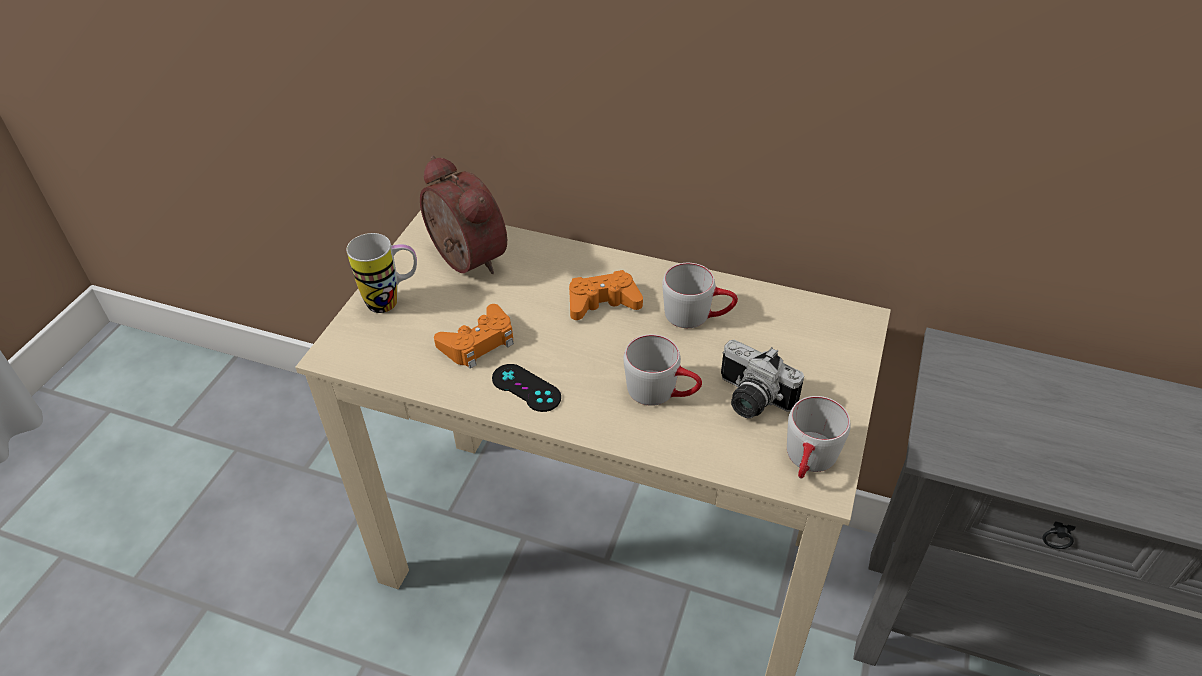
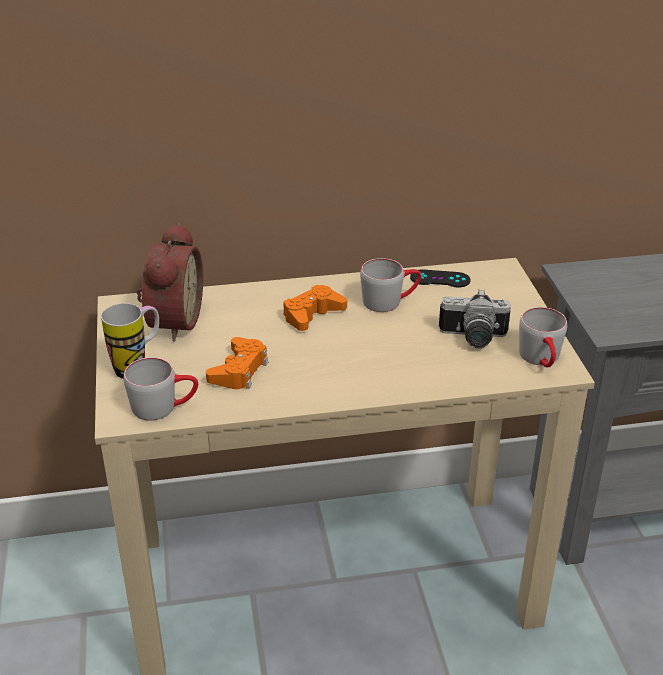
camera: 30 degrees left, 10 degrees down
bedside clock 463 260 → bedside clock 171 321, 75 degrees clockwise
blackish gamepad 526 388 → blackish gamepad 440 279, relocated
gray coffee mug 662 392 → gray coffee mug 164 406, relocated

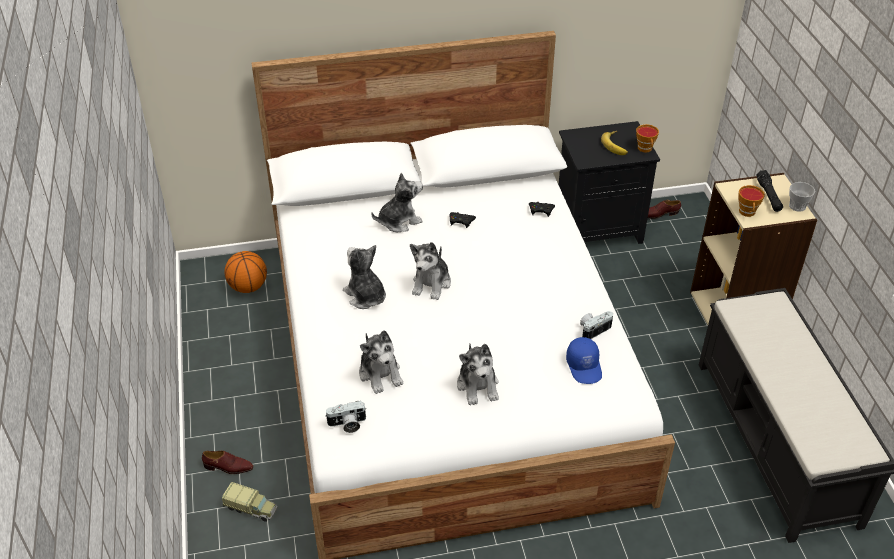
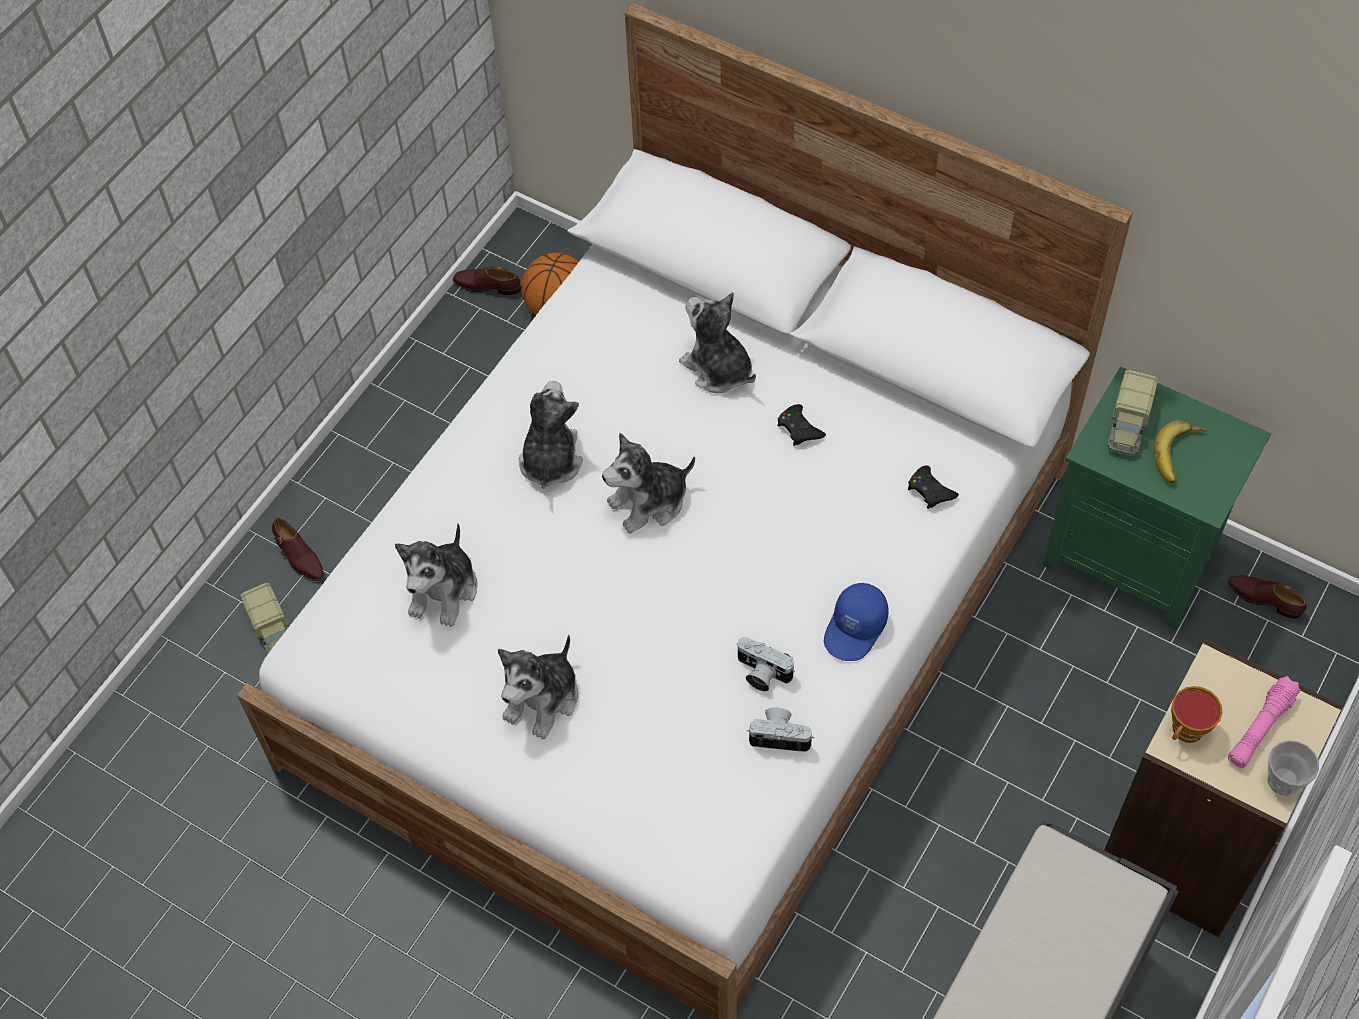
camera: 45 degrees right, 15 degrees up
still camera 347 424 → still camera 761 673, relocated
plush toy 399 221 → plush toy 718 369, 150 degrees counterclockwise
blackish nightstand 598 228 → green nightstand 1135 555
blue-coloured peaked cap 584 366 → blue-coloured peaked cap 856 629, relocated
cup 645 149 → -
blackish torch 768 195 → pink torch 1260 728
- → brown-coloured low shoe 487 285
- → toy truck 1128 423

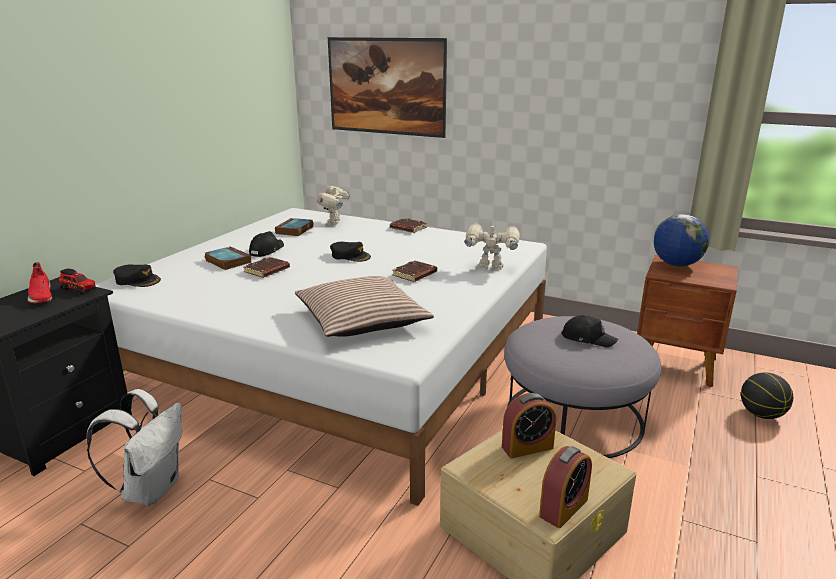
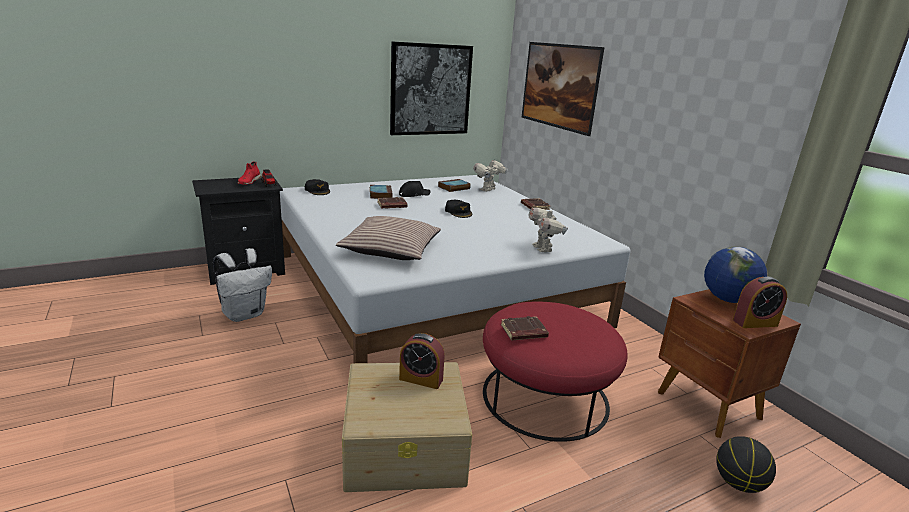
camera: 35 degrees right, 0 degrees up
brown-coloured volume 415 275 → brown-coloured volume 523 332, relocated
toy robot 490 268 → toy robot 543 249, 150 degrees counterclockwise
gray pouffe 573 417 → red-coloured pouffe 545 397
bedside clock 563 508 → bedside clock 755 323, relocated
blackish peaked cap 588 338 → -
- → picture 430 90

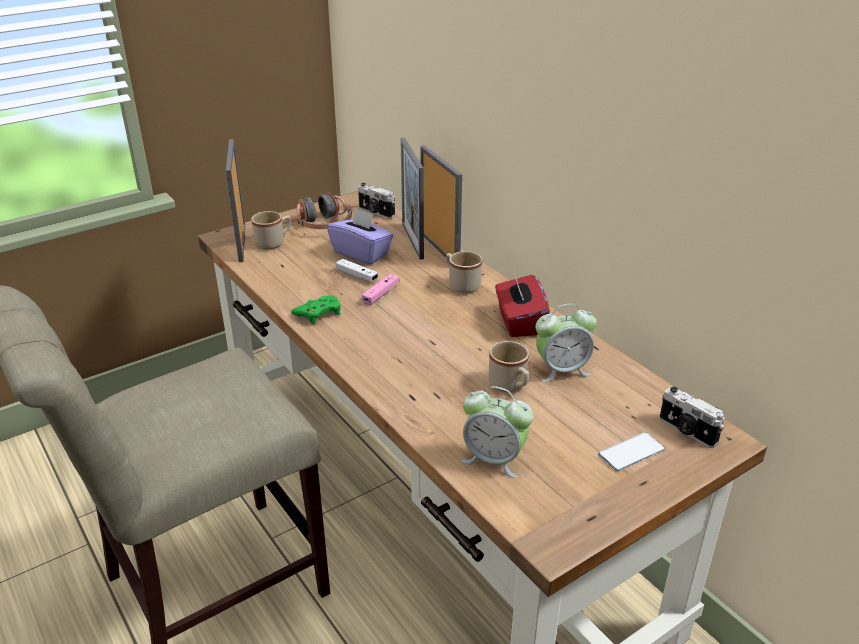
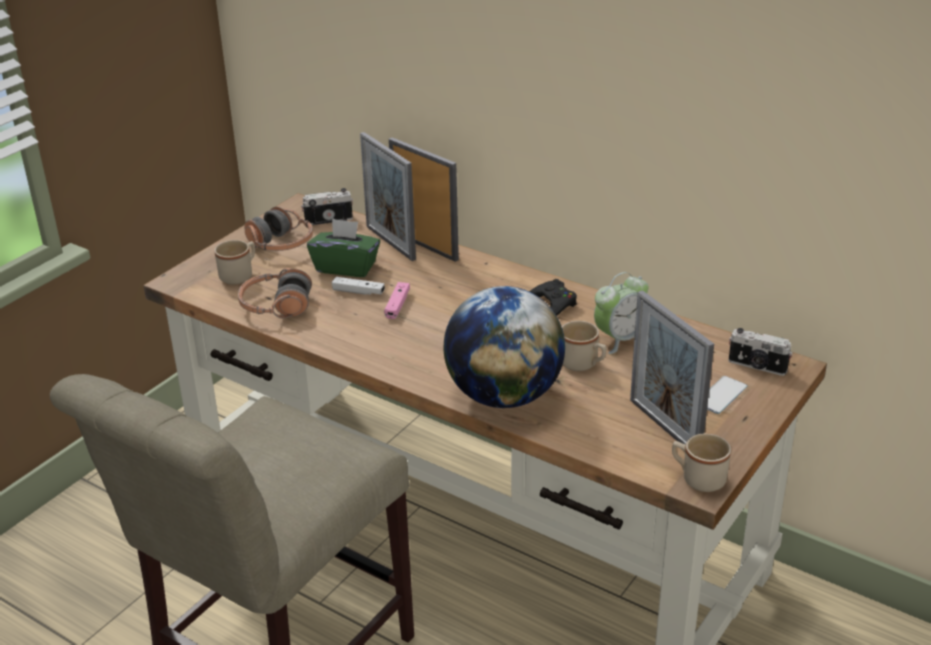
camera: 20 degrees left, 0 degrees up
photo frame 242 243 → photo frame 664 427, relocated
green gamepad 318 313 → -
purple-coloured tissue box 361 253 → green tissue box 346 267
still camera 376 212 → still camera 328 219, 150 degrees clockwise
beige-coloured coffee mug 461 284 → beige-coloured coffee mug 697 478, relocated
bedside clock 494 459 → -
red-coloured tissue box 519 322 → blackish gamepad 553 303
- → pair of headphones 276 306
- → world globe 504 396

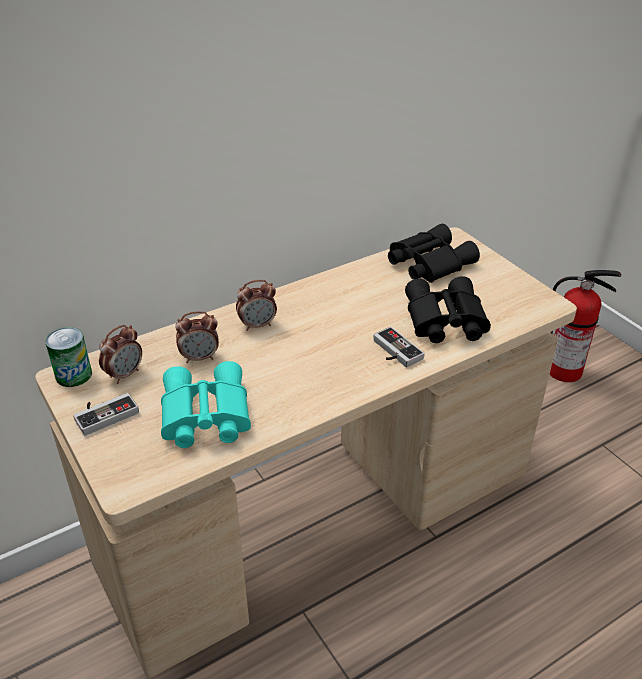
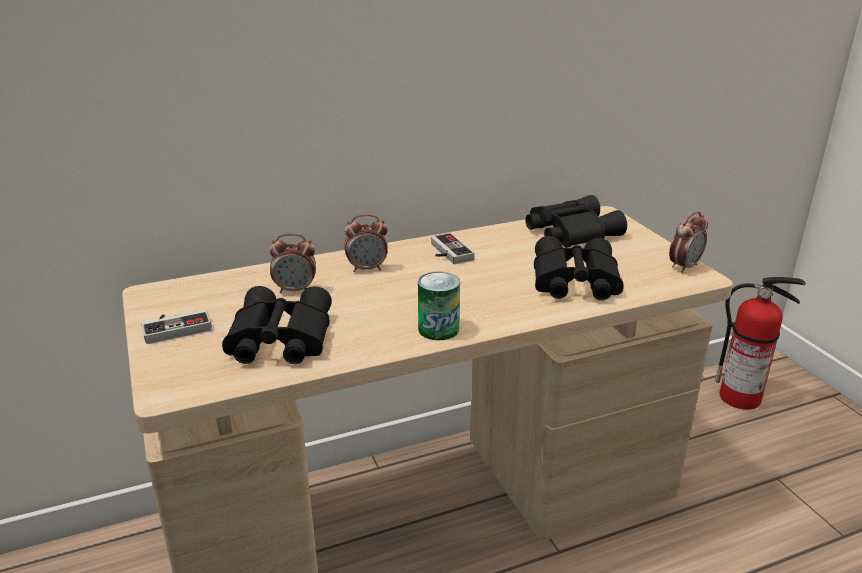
camera: 10 degrees right, 10 degrees down
can 73 375 → can 438 329, relocated
bedside clock 124 374 → bedside clock 684 266, relocated
blue-green pair of binoculars 203 416 → blackish pair of binoculars 277 339
gamepad 393 351 → gamepad 447 252, relocated

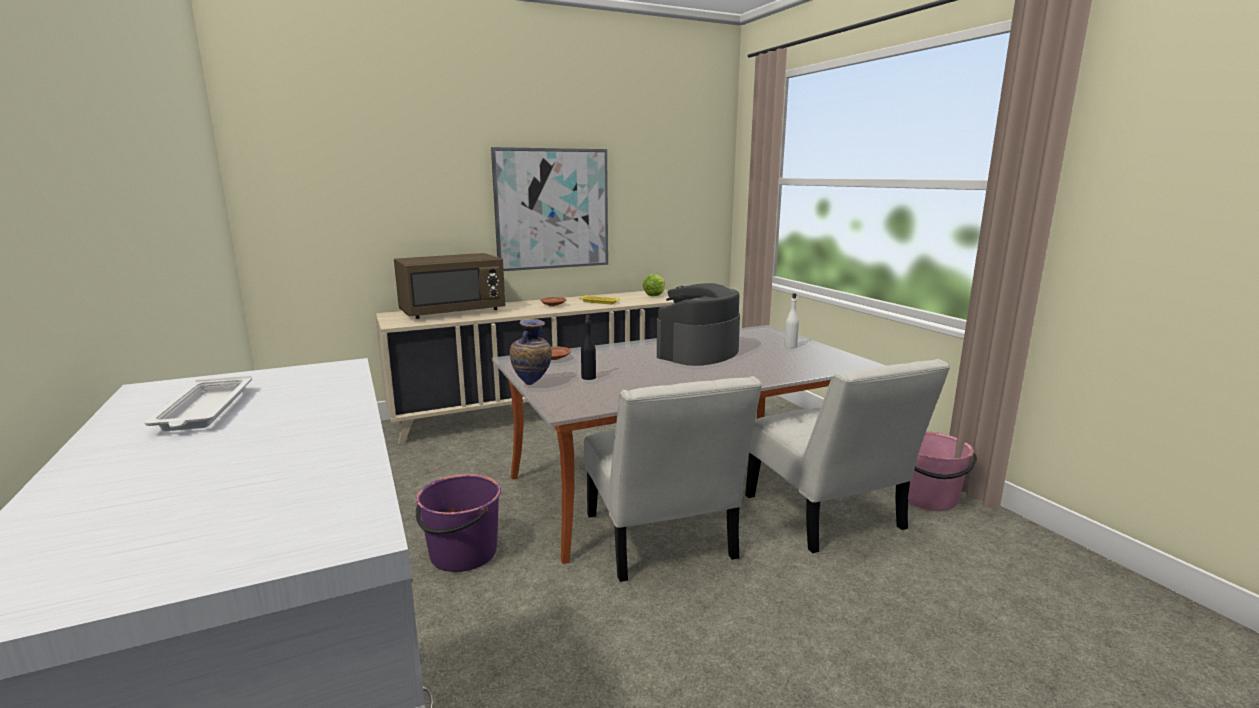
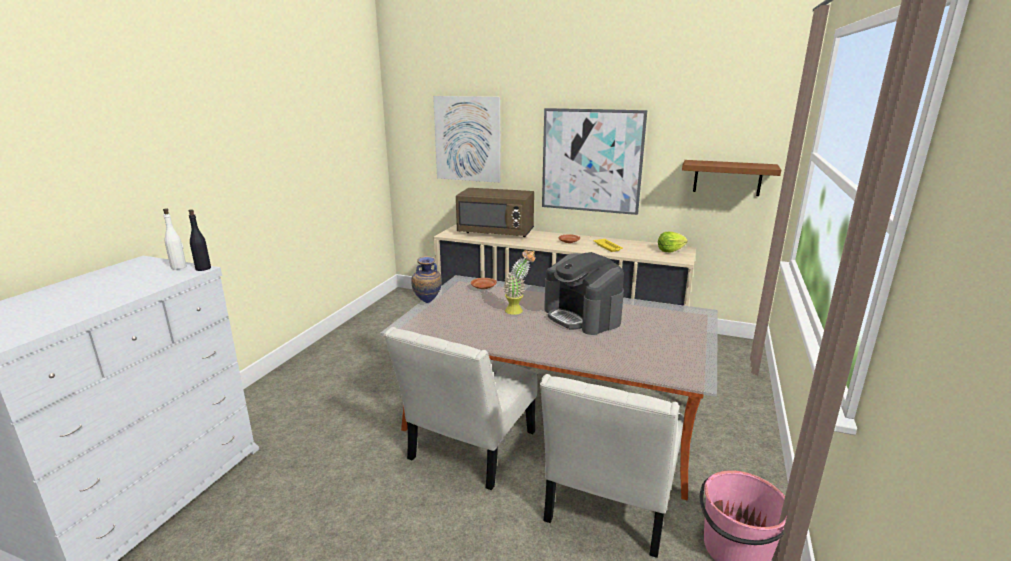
camera: 45 degrees right, 5 degrees up
white serving tray 204 410 → -
purple-coloured pail 462 554 → -
blackish beverage bottle 588 377 → blackish beverage bottle 203 268, relocated
coffee machine 698 353 → coffee machine 582 316, 120 degrees counterclockwise
white beverage bottle 790 346 → white beverage bottle 179 267, relocated
- → picture 467 139
- → potted plant 518 311
- → brown-coloured wall shelf 727 178

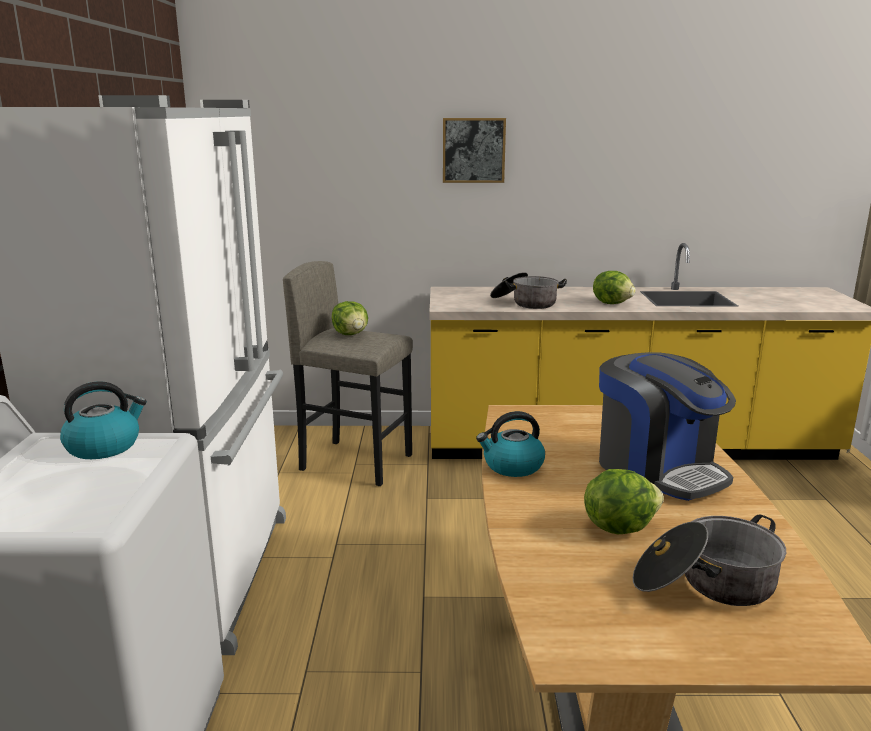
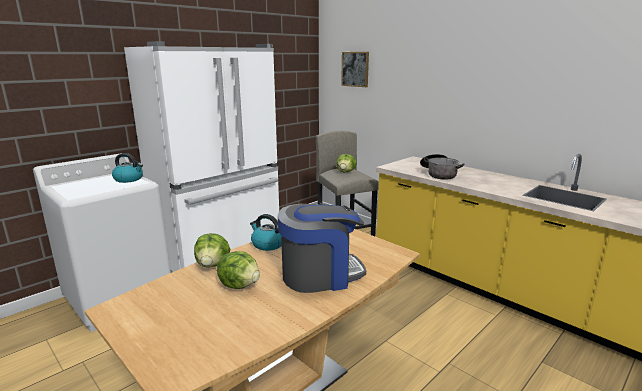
camera: 45 degrees right, 0 degrees up
picture 473 150 → picture 355 69, relocated
lettuce 612 303 → lettuce 213 265, relocated
coffee machine 658 470 → coffee machine 320 275, 120 degrees counterclockwise
cooking pot 705 583 → -

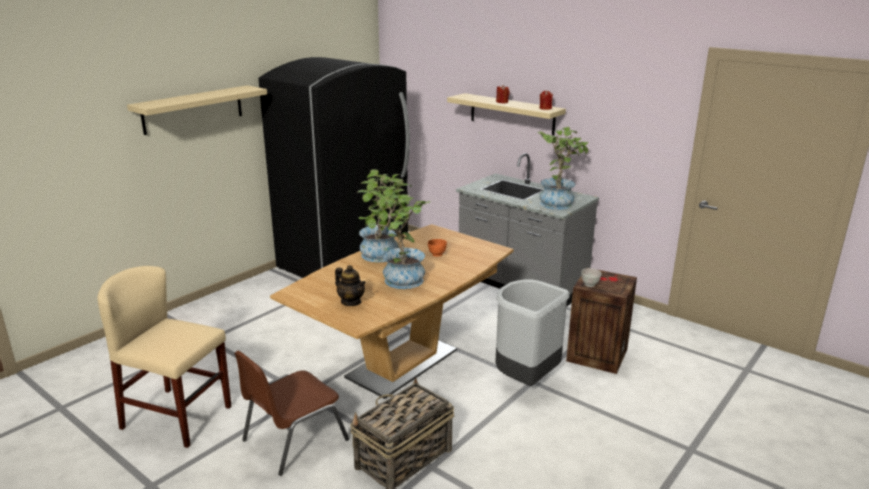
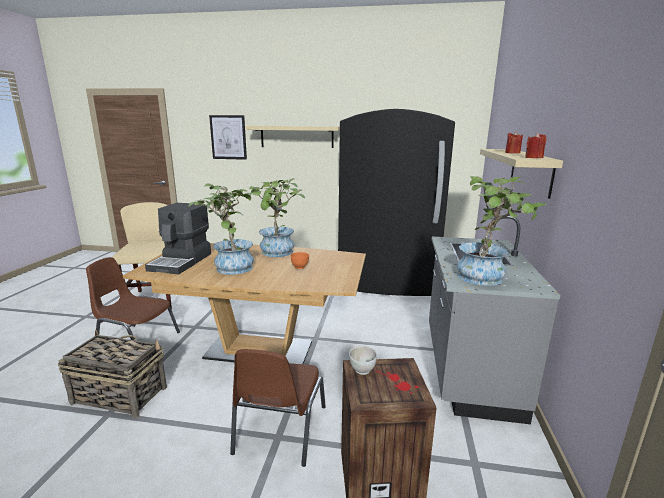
camera: 60 degrees right, 5 degrees down
tea pot 351 302 → coffee machine 182 262
gray trash can 525 379 → brown-coloured chair 279 430
- → picture 228 137

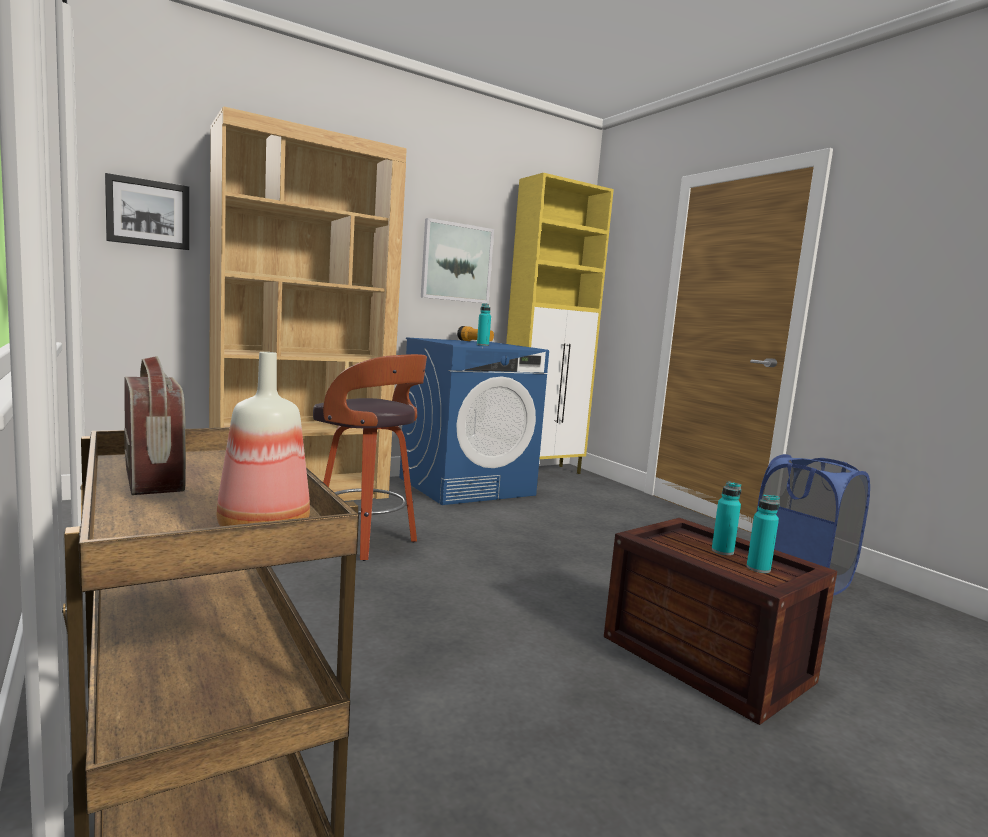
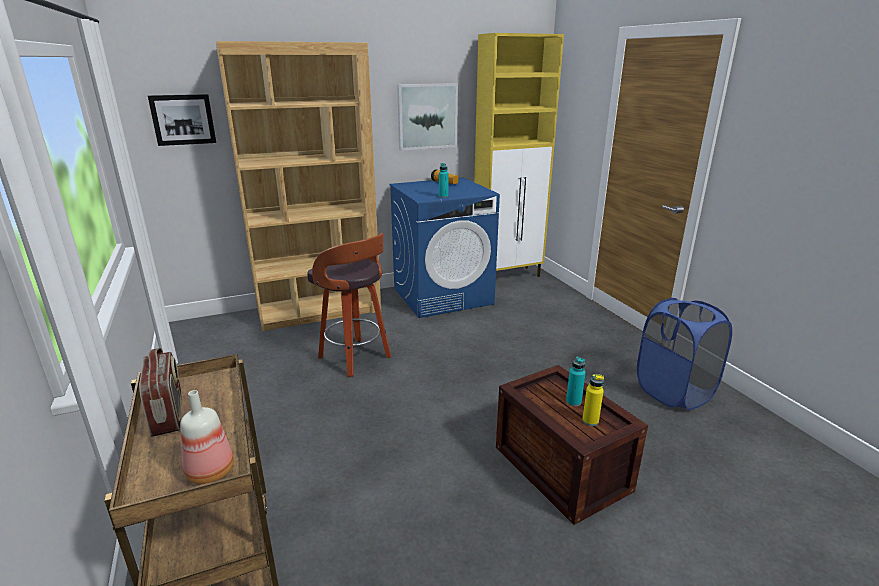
camera: 10 degrees right, 15 degrees up
blue-green beverage bottle 758 568 → yellow-coloured beverage bottle 590 421

